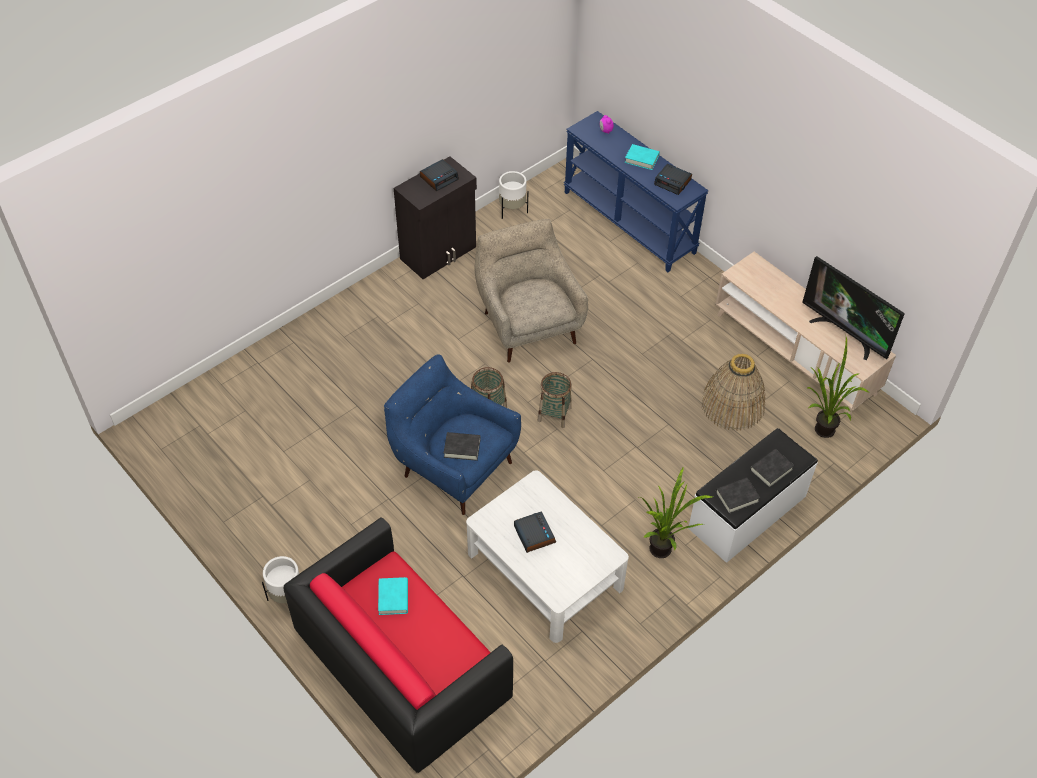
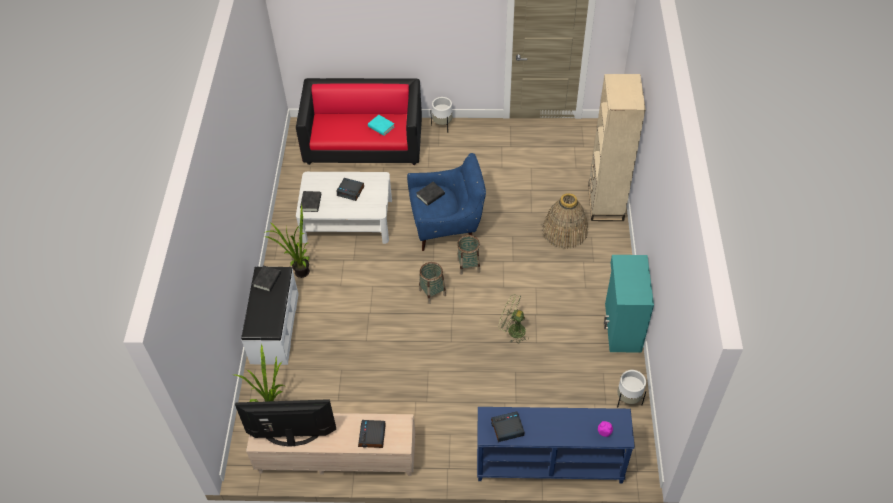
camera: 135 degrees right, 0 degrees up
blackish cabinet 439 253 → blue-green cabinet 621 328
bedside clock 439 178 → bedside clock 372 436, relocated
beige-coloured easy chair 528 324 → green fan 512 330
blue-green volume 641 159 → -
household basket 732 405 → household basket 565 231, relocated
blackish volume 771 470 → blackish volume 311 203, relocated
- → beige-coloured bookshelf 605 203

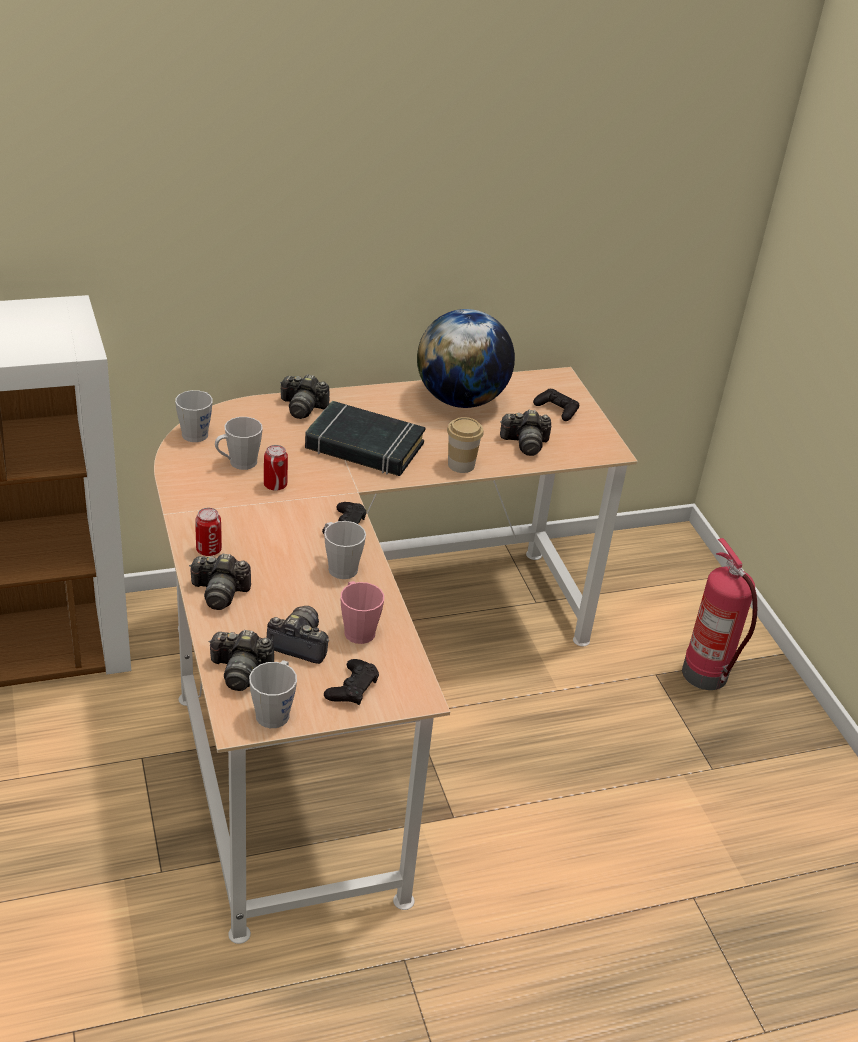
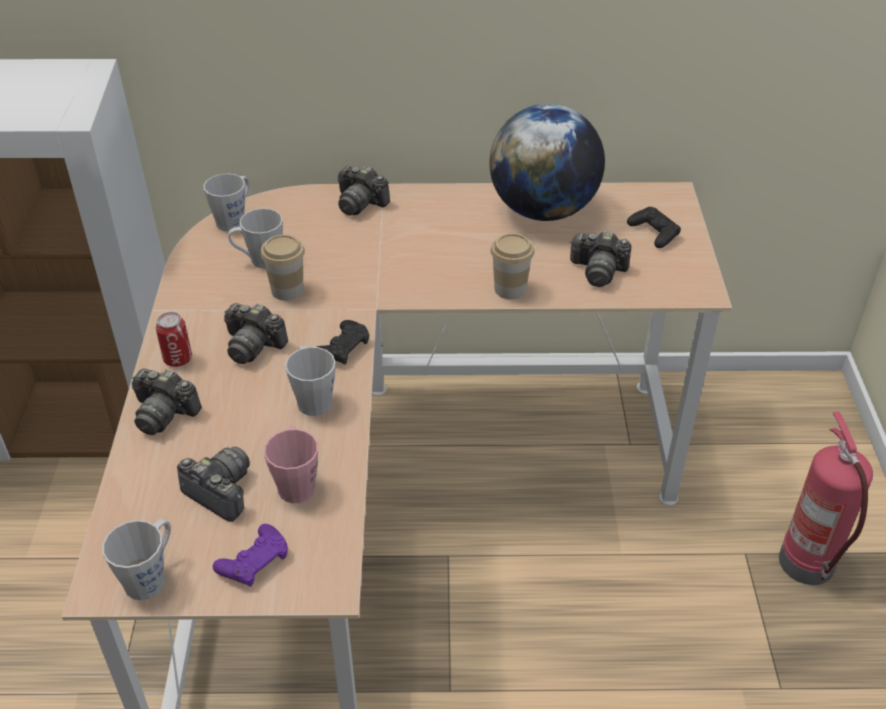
camera: 20 degrees right, 5 degrees up
still camera 240 671 → still camera 253 345, relocated
can 275 485 → cup 287 290
blackish volume 364 446 → -
blackish gamepad 352 688 → purple-coloured gamepad 254 561

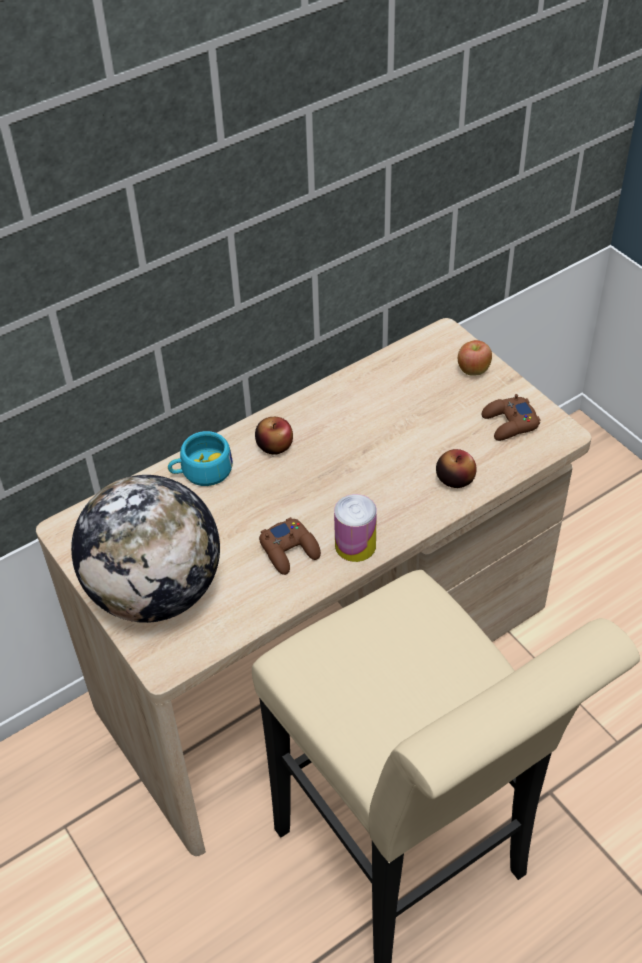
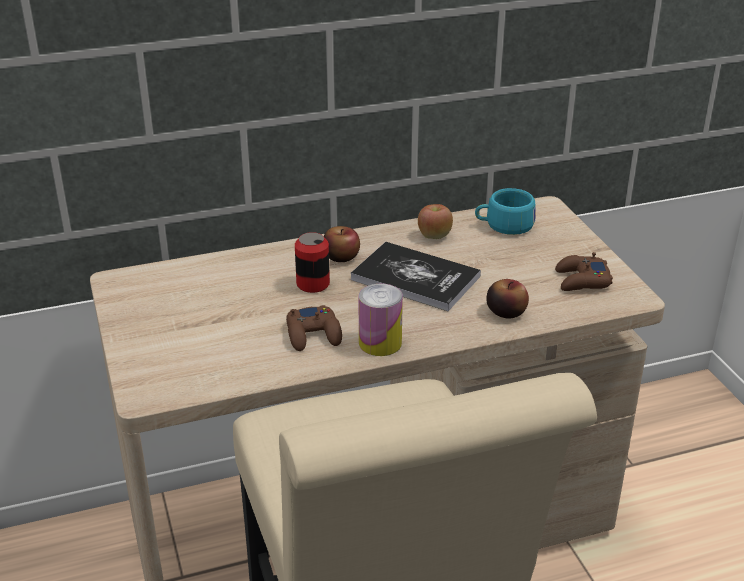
camera: 15 degrees right, 15 degrees down
world globe 156 592 → -
blue-green cup 201 471 → blue-green cup 504 225, relocated
apple fruit 473 370 → apple fruit 434 236, relocated
- → can 313 284
- → volume 415 278

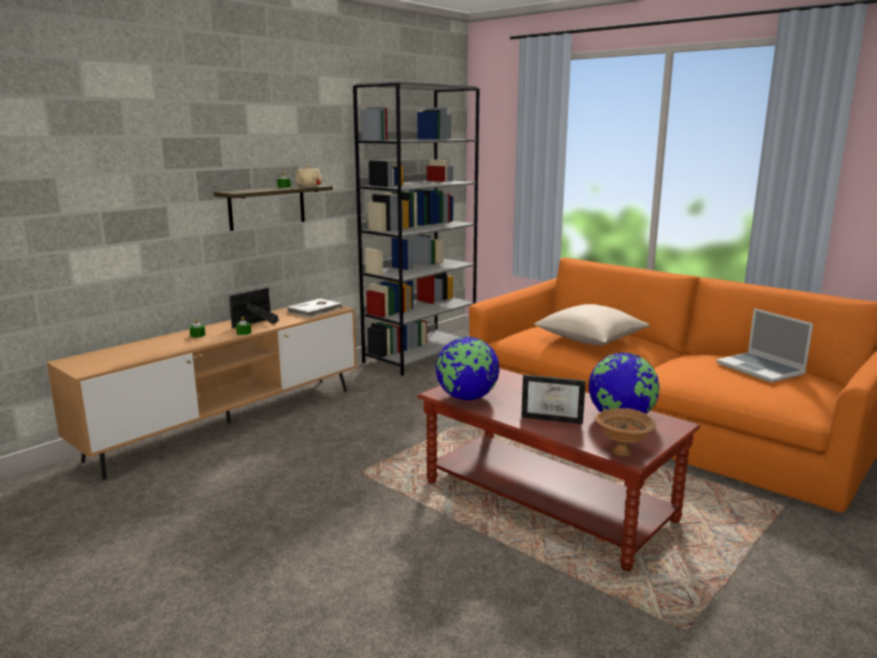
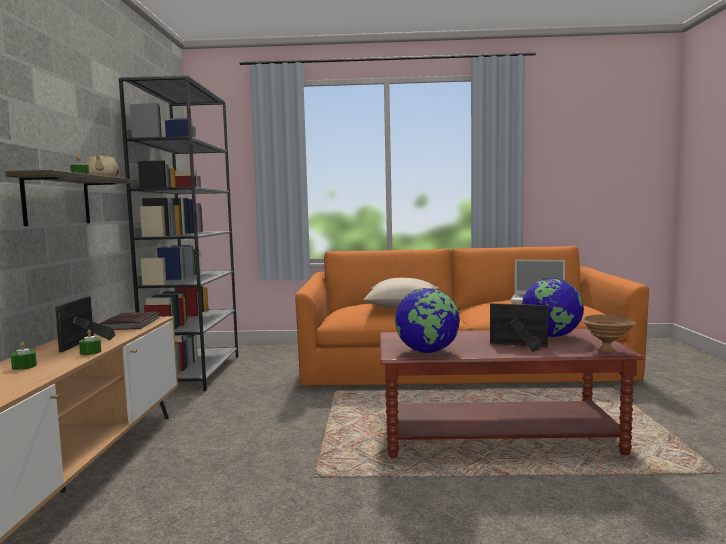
camera: 40 degrees left, 10 degrees down
white volume 316 310 → brown-coloured volume 132 323
photo frame 553 418 → photo frame 516 346, 135 degrees counterclockwise

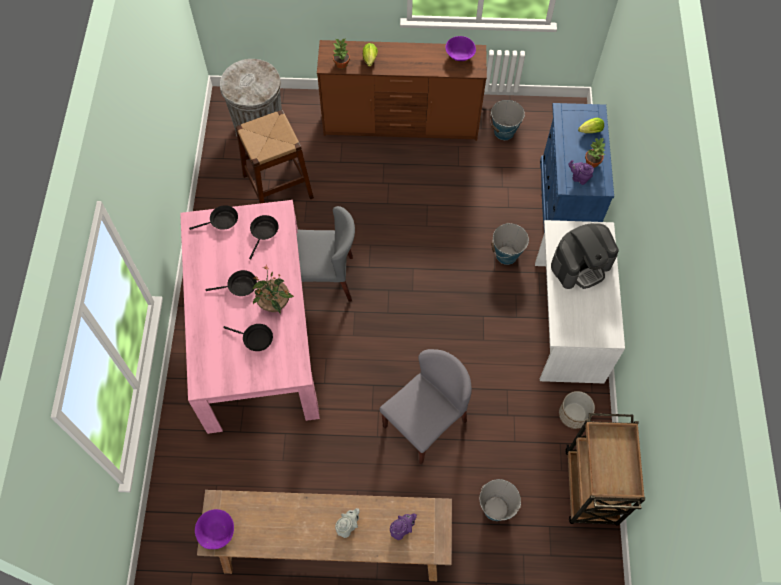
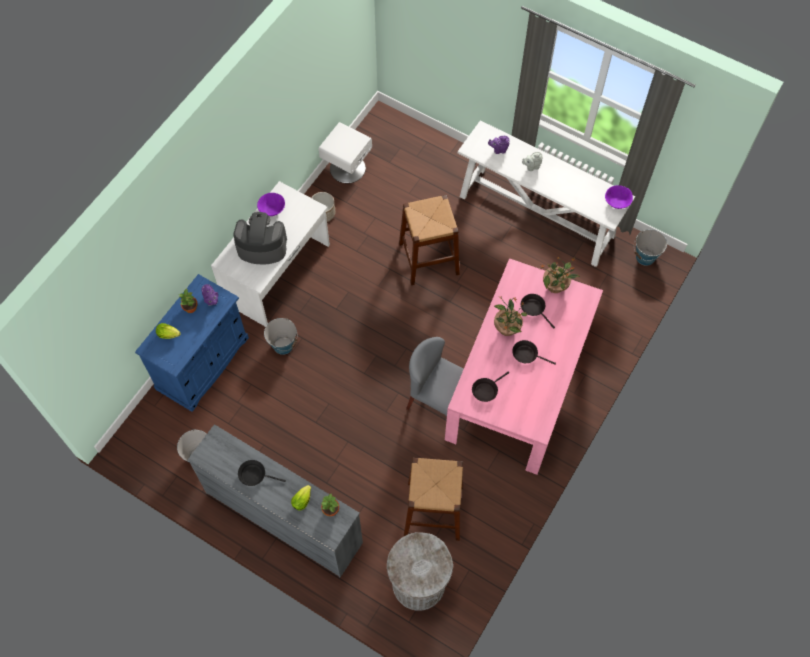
camera: 150 degrees left, 0 degrees up
blackish frying pan 222 221 → blackish frying pan 255 475, relocated
brown-coloured hall table 331 548 → white hall table 537 217
brown-coloured drawer chest 401 123 → gray drawer chest 283 516
gray chair 425 423 → brown-coloured stool seat 428 258
purple-coloured deep dish 459 55 → purple-coloured deep dish 272 209, relocated
pail 495 508 → pail 645 257, relocated
brown-coloured wheeled cart 591 489 → white nightstand 347 168
- → potted plant 555 286

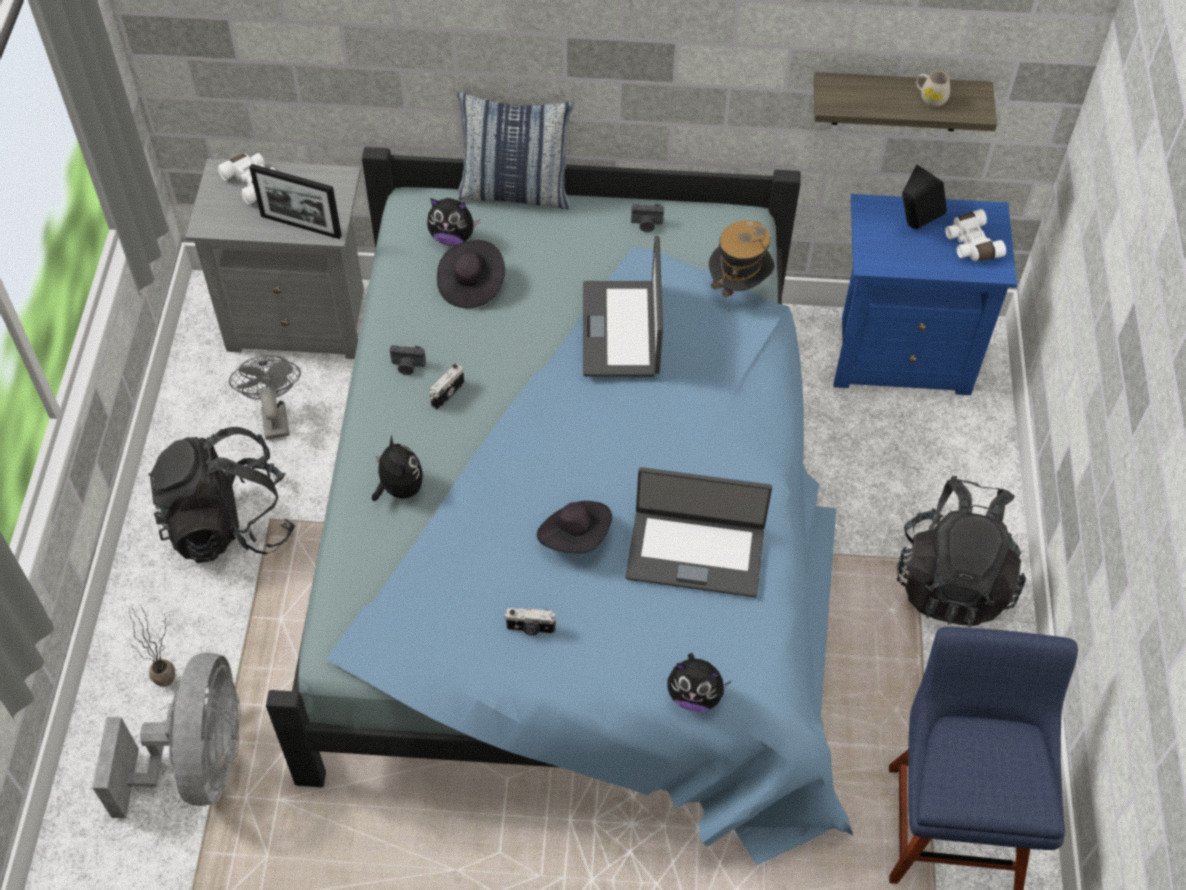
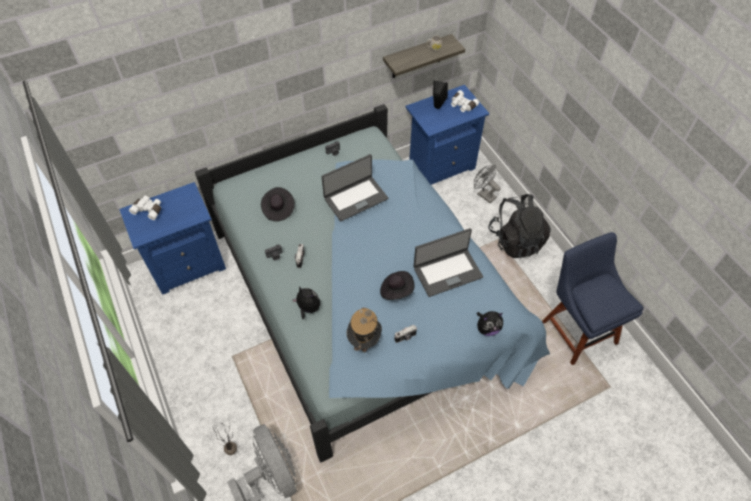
camera: 30 degrees left, 0 degrees up
blackish knapsack 229 524 → -
gray nightstand 302 319 → blue-coloured nightstand 188 264
gray fan 274 416 → gray fan 484 194, relocated
photo frame 301 226 → -
plush toy 452 237 → -
throw pillow 515 192 → -
laptop 622 329 → laptop 355 198, 90 degrees counterclockwise
clothing hat 738 288 → clothing hat 364 340, relocated

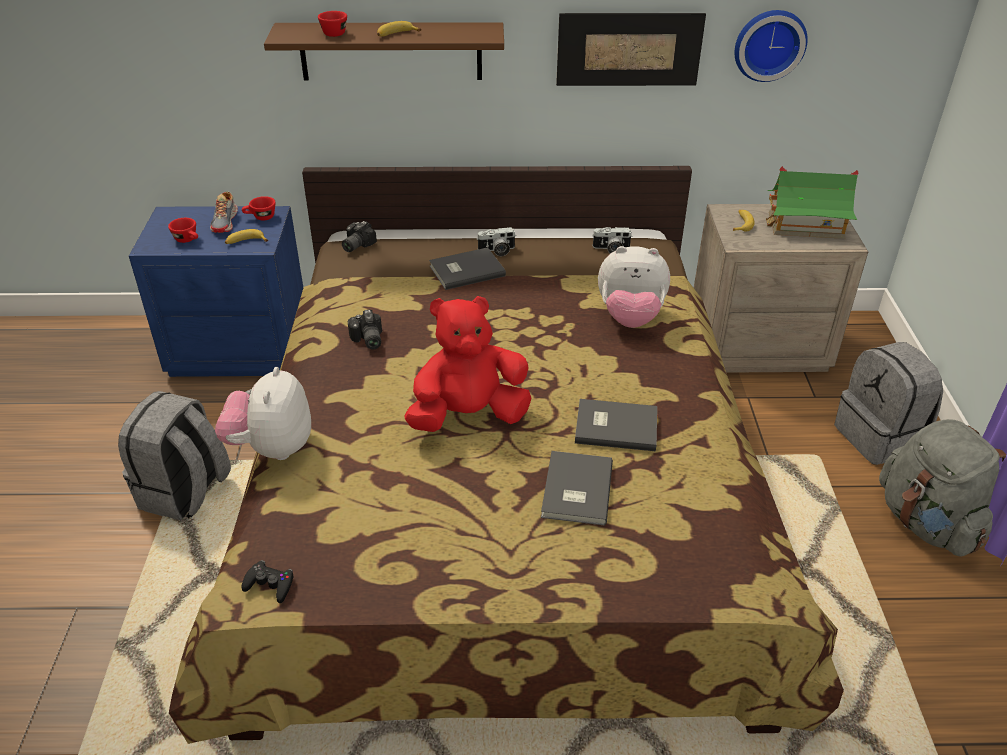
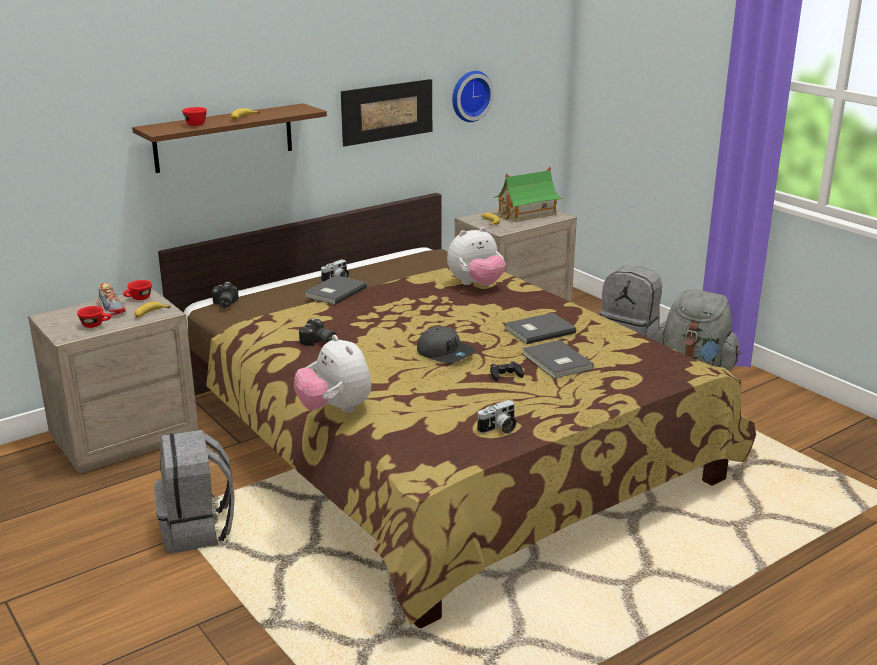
camera: 35 degrees left, 15 degrees down
blue-coloured nightstand 240 349 → beige-coloured nightstand 124 437
blackish gamepad 270 585 → blackish gamepad 505 374, relocated
red-coloured plush toy 468 416 → gray peaked cap 445 353
still camera 611 249 → still camera 499 429, relocated

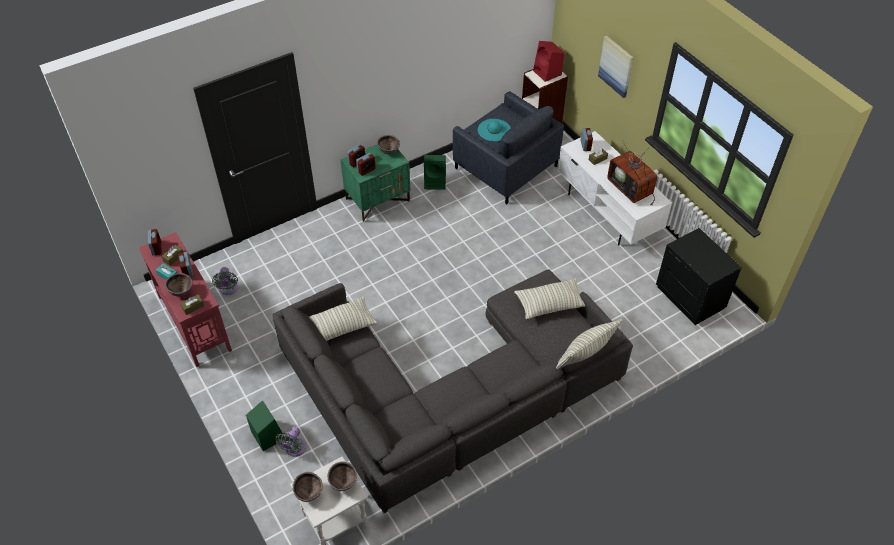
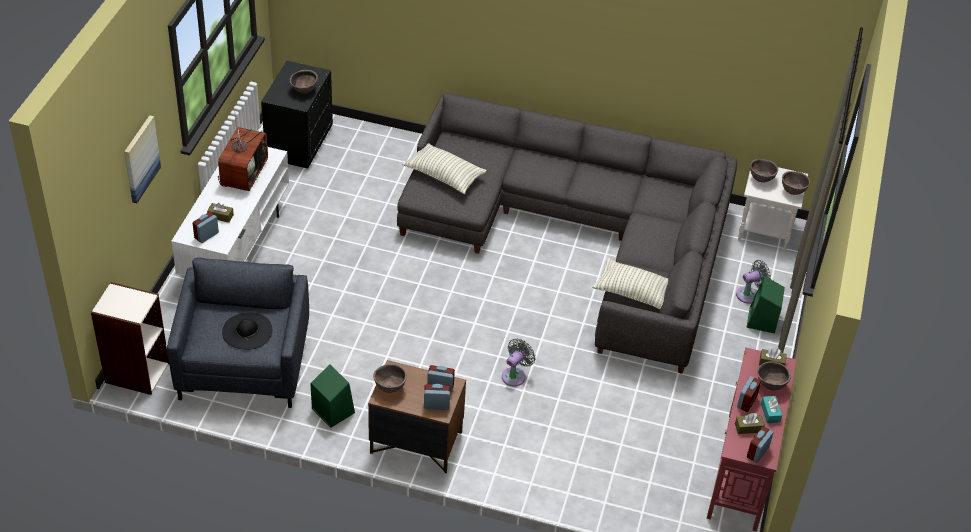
camera: 135 degrees left, 5 degrees down
gray fan 228 289 → gray fan 515 375, relocated
green nightstand 378 200 → brown-coloured nightstand 415 442
blue-green clothing hat 494 130 → blackish clothing hat 247 331
red-coloured loudspeaker 548 73 → -
throw pillow 586 354 → -
- → brown-coloured deep dish 304 91

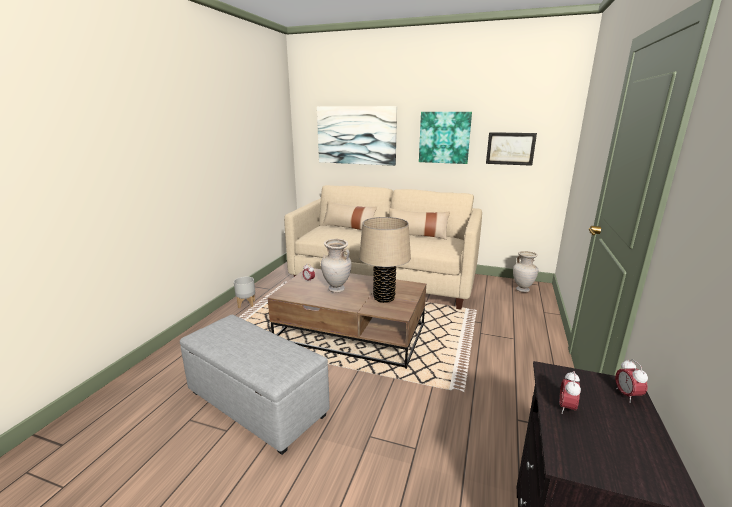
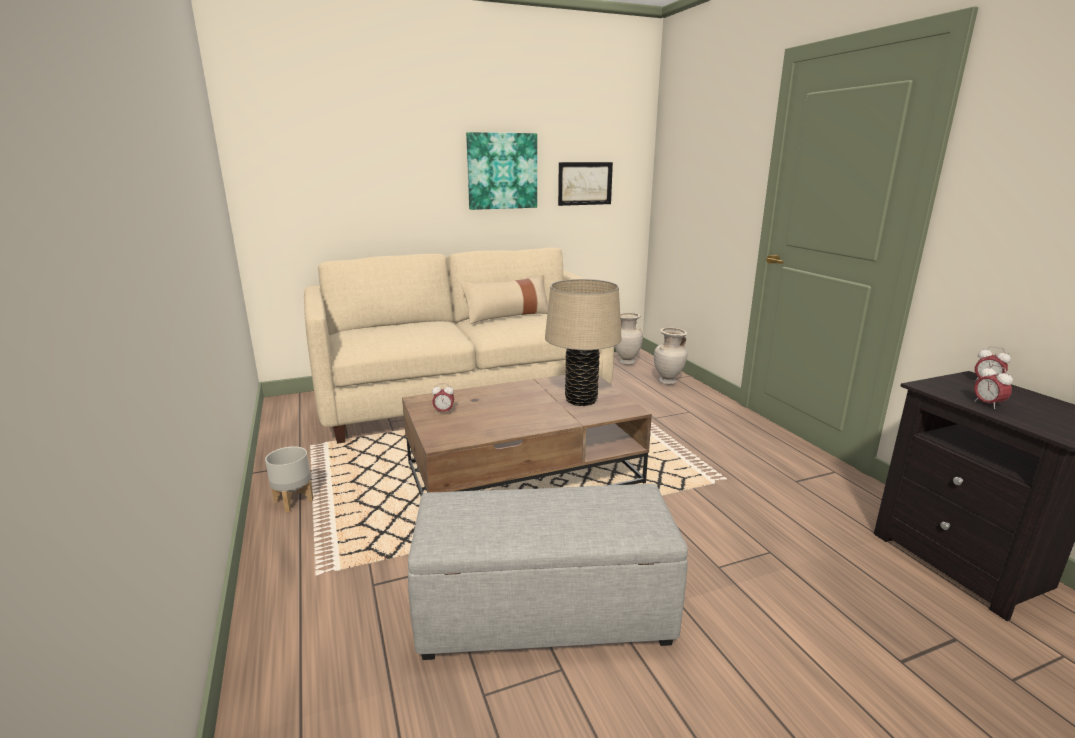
camera: 40 degrees left, 0 degrees up
picture 356 135 → -
beige-coloured flower vase 336 290 → beige-coloured flower vase 668 382, relocated
beige-coloured throw pillow 348 227 → -

